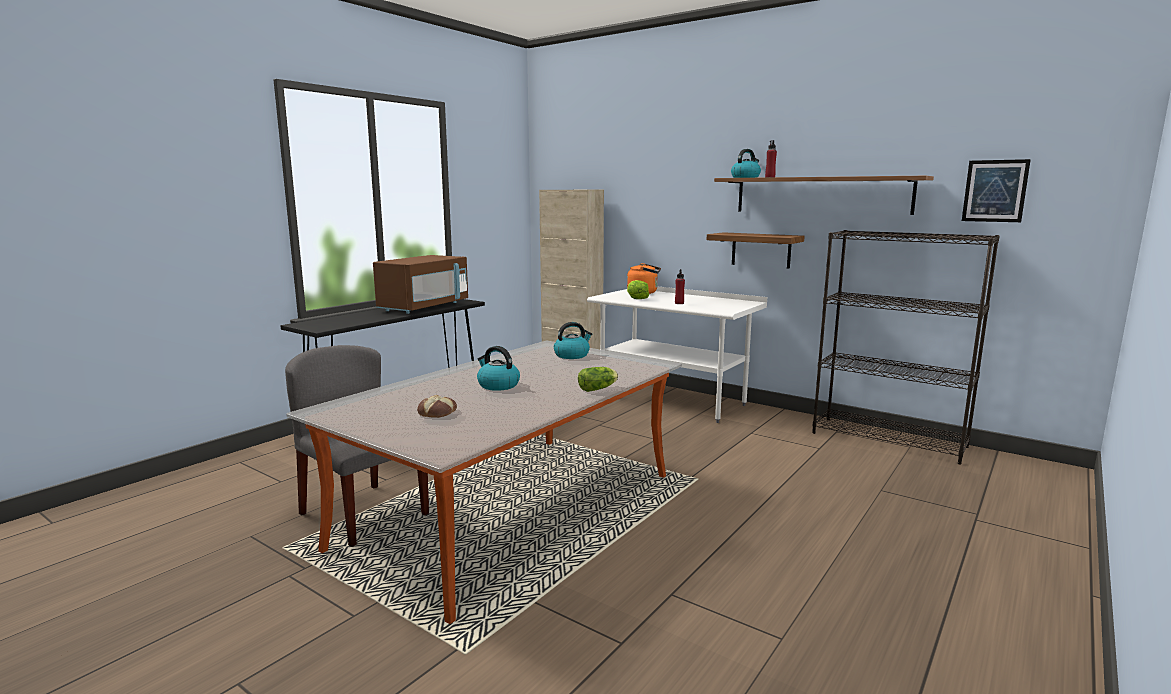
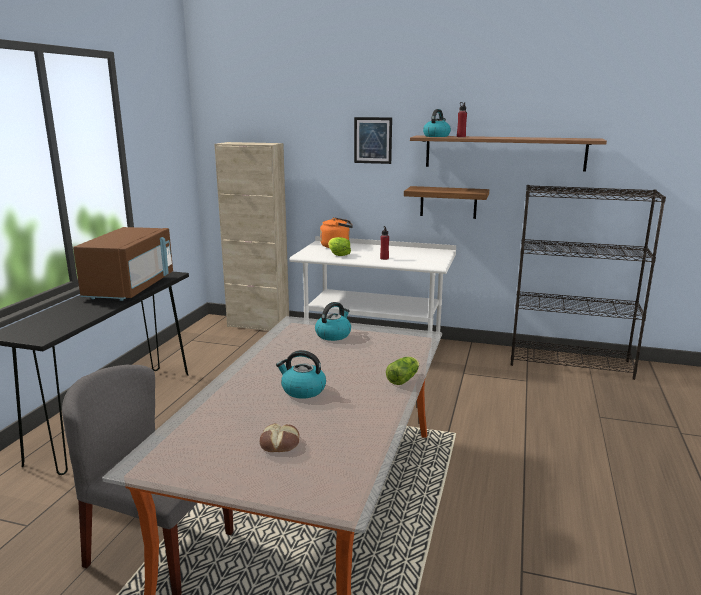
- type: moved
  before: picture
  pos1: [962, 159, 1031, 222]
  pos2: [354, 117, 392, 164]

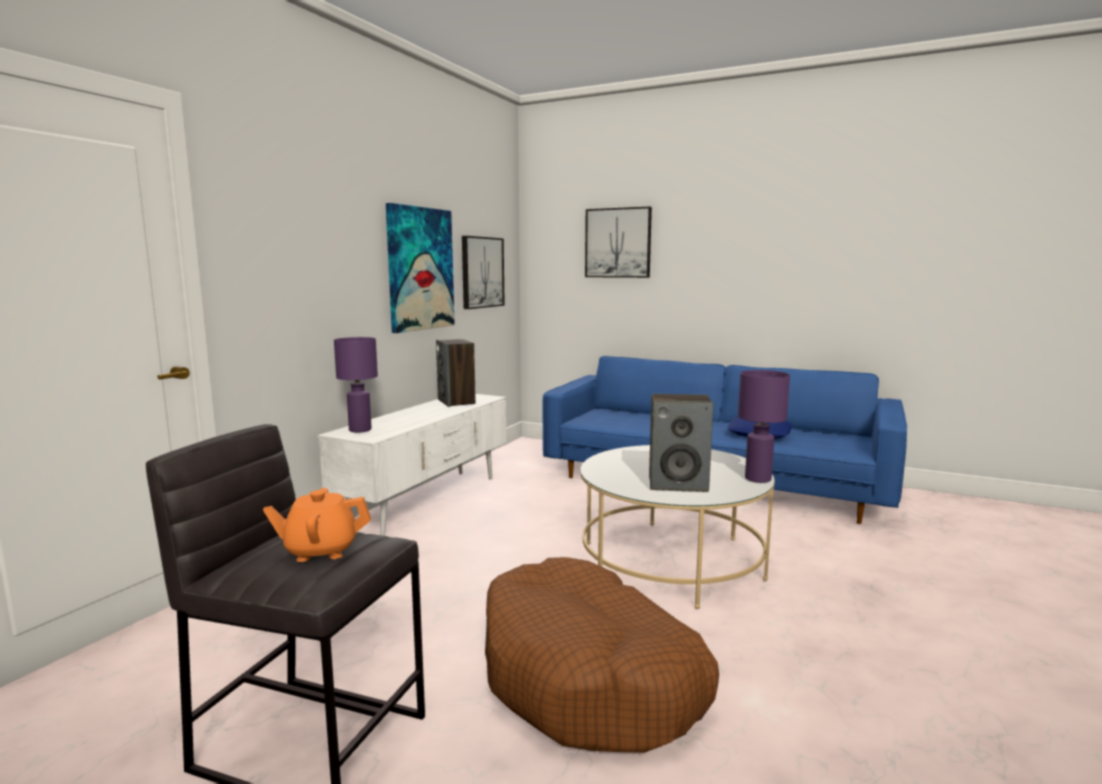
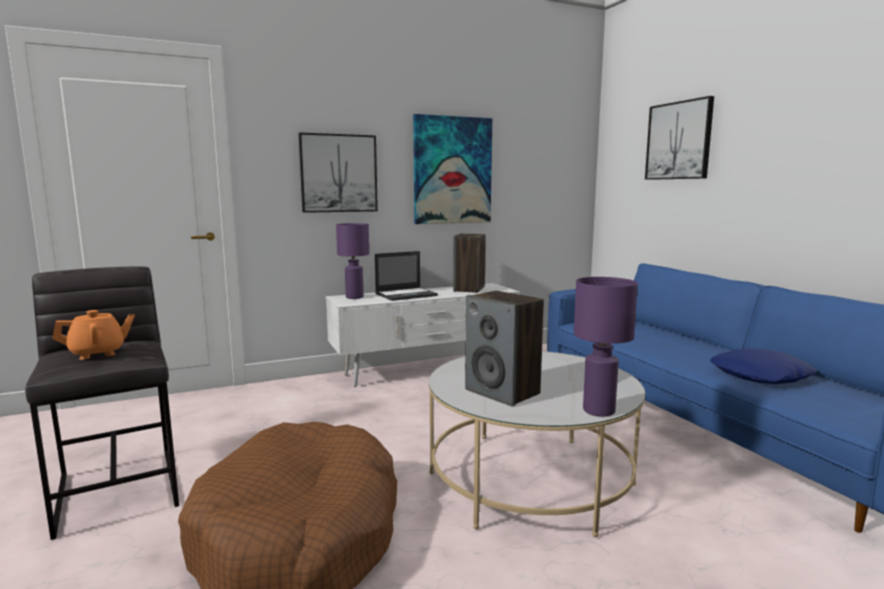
- type: added
  after: laptop
  pos2: [375, 251, 438, 301]
- type: moved
  before: picture
  pos1: [462, 236, 505, 309]
  pos2: [299, 132, 378, 213]
- type: turned
  before: orange teapot
  pos1: [263, 488, 371, 562]
  pos2: [52, 310, 135, 360]
  turn: 120

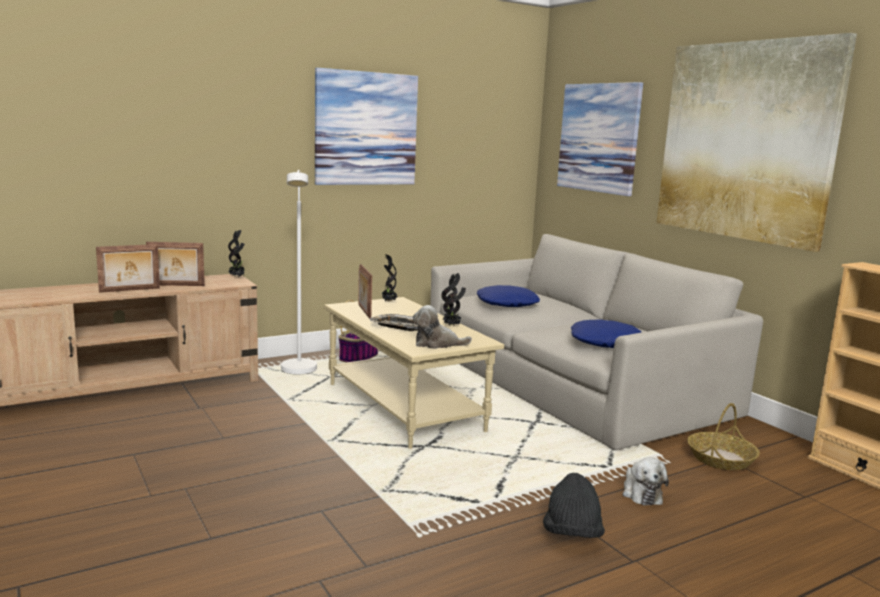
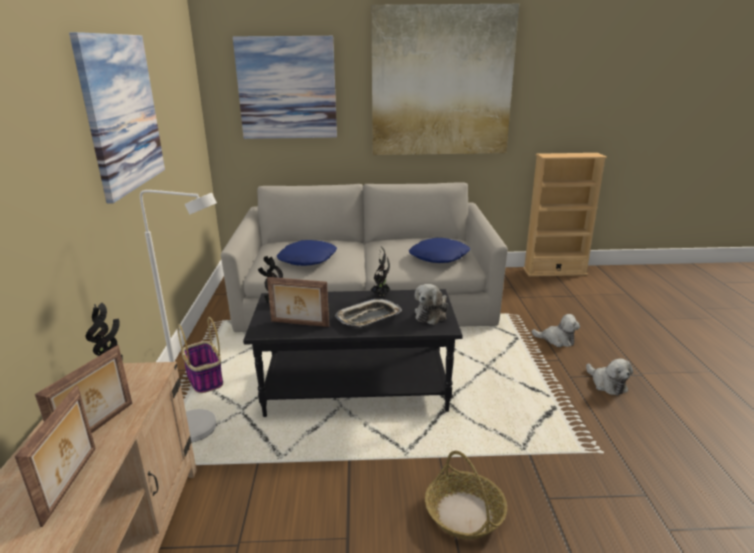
- type: moved
  before: basket
  pos1: [687, 403, 760, 470]
  pos2: [425, 451, 507, 540]
- type: replaced
  before: black hat
  after: plush toy
  pos1: [543, 473, 605, 538]
  pos2: [586, 359, 633, 396]
- type: recoloured
  before: beige coffee table
  after: black coffee table
  pos1: [324, 297, 504, 449]
  pos2: [243, 289, 463, 417]

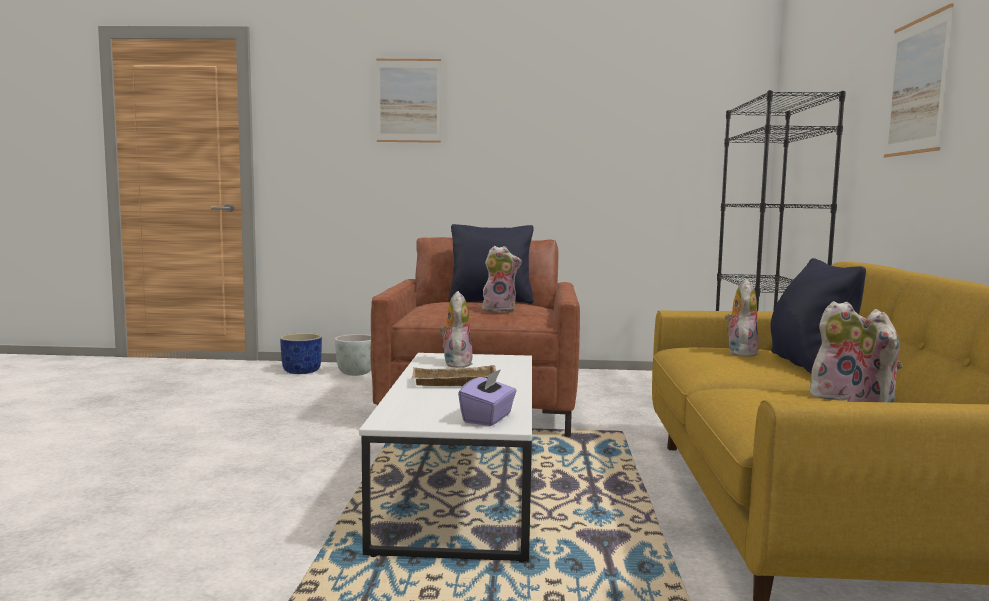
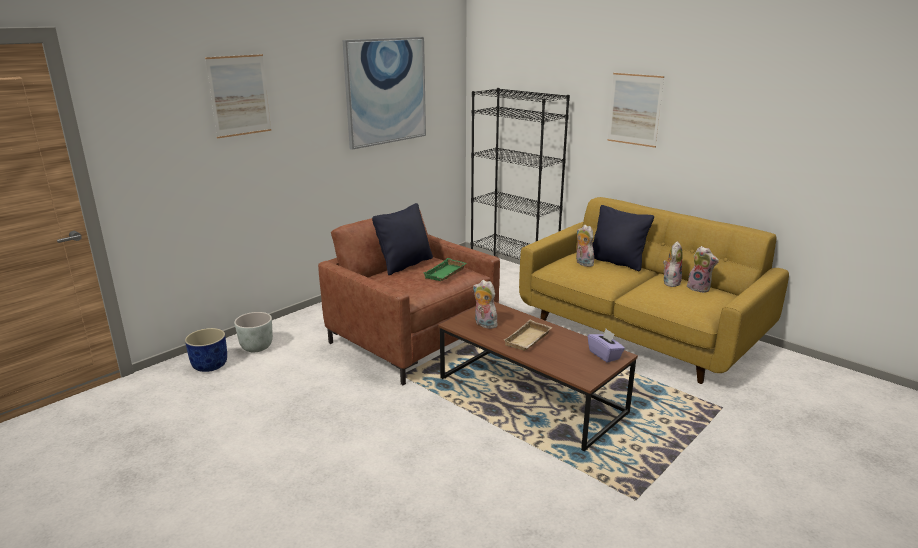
- type: added
  after: picture
  pos2: [343, 37, 426, 150]
- type: replaced
  before: plush toy
  after: green tray
  pos1: [482, 246, 522, 312]
  pos2: [424, 258, 467, 281]
- type: recoloured
  before: white coffee table
  after: brown coffee table
  pos1: [359, 353, 532, 563]
  pos2: [438, 302, 638, 451]

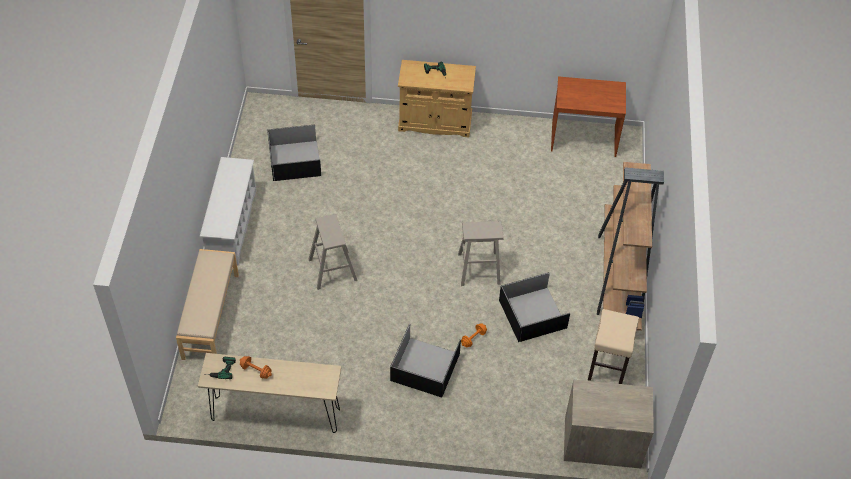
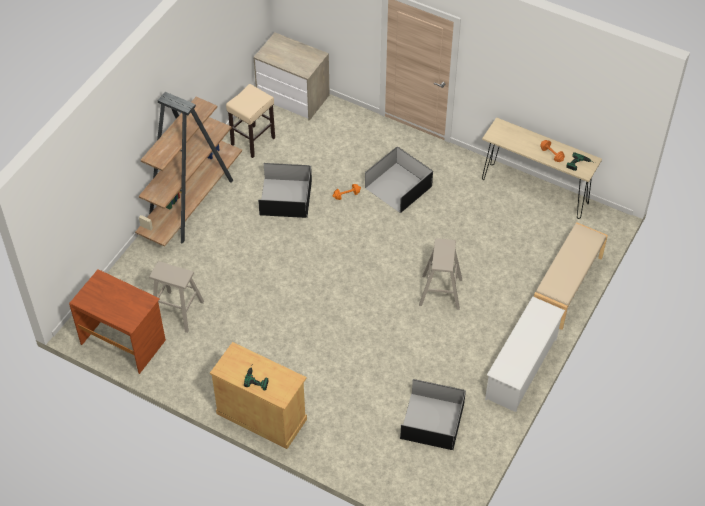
- type: moved
  before: beige stool
  pos1: [458, 221, 504, 286]
  pos2: [149, 261, 204, 333]

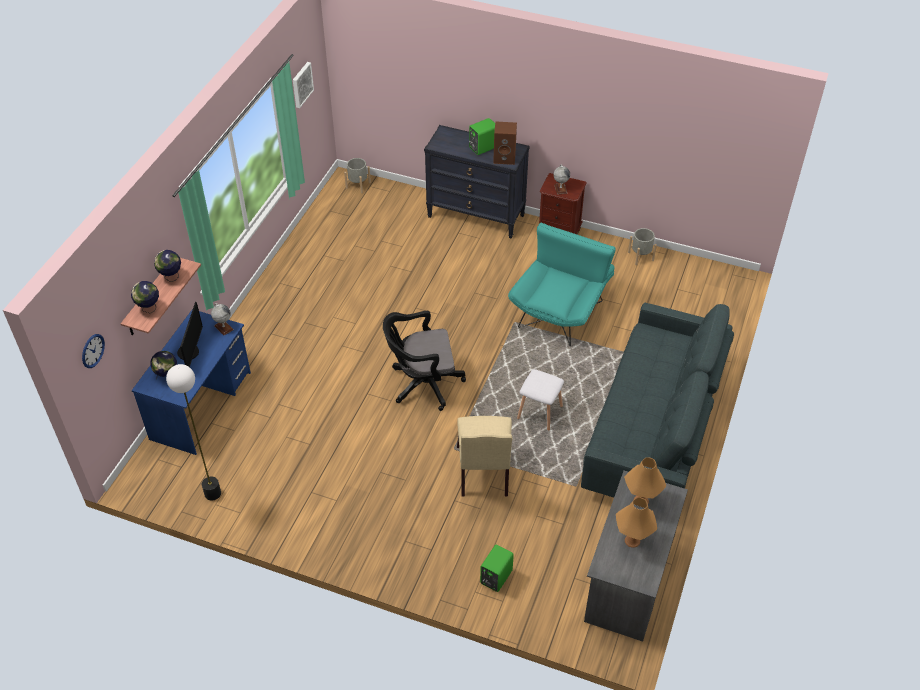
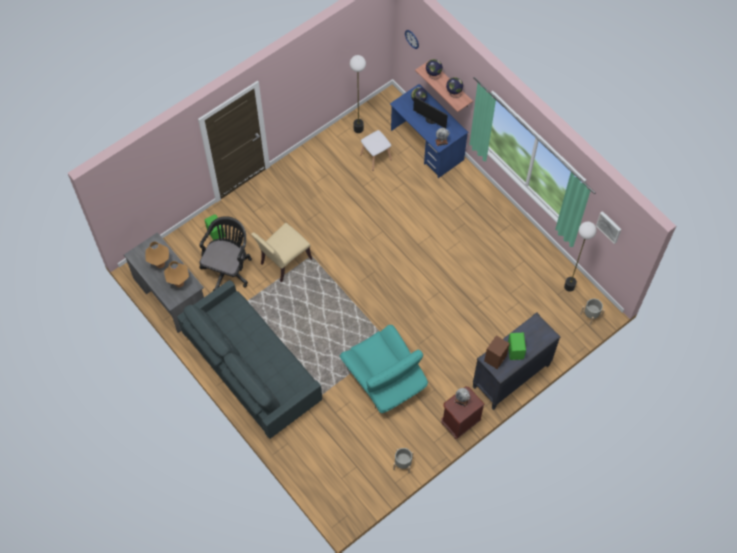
- type: added
  after: floor lamp
  pos2: [564, 221, 597, 292]
- type: moved
  before: black office chair
  pos1: [383, 311, 466, 411]
  pos2: [199, 216, 252, 291]
- type: moved
  before: white stool
  pos1: [517, 369, 564, 431]
  pos2: [360, 130, 392, 171]
- type: turned
  before: beige chair
  pos1: [457, 416, 512, 496]
  pos2: [251, 223, 312, 282]
  turn: -75

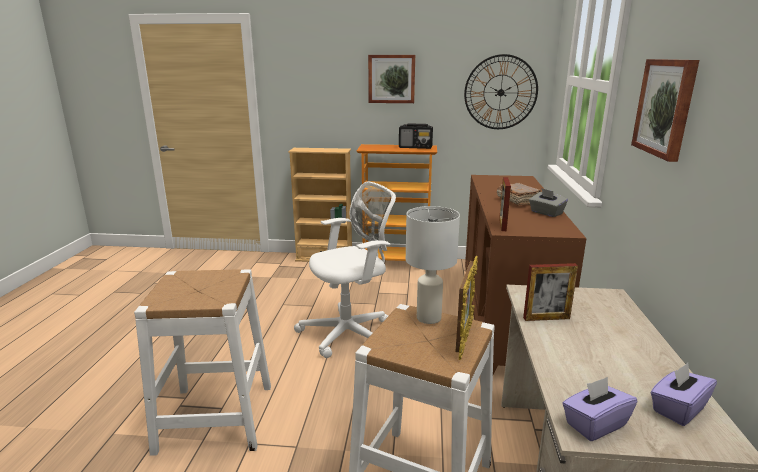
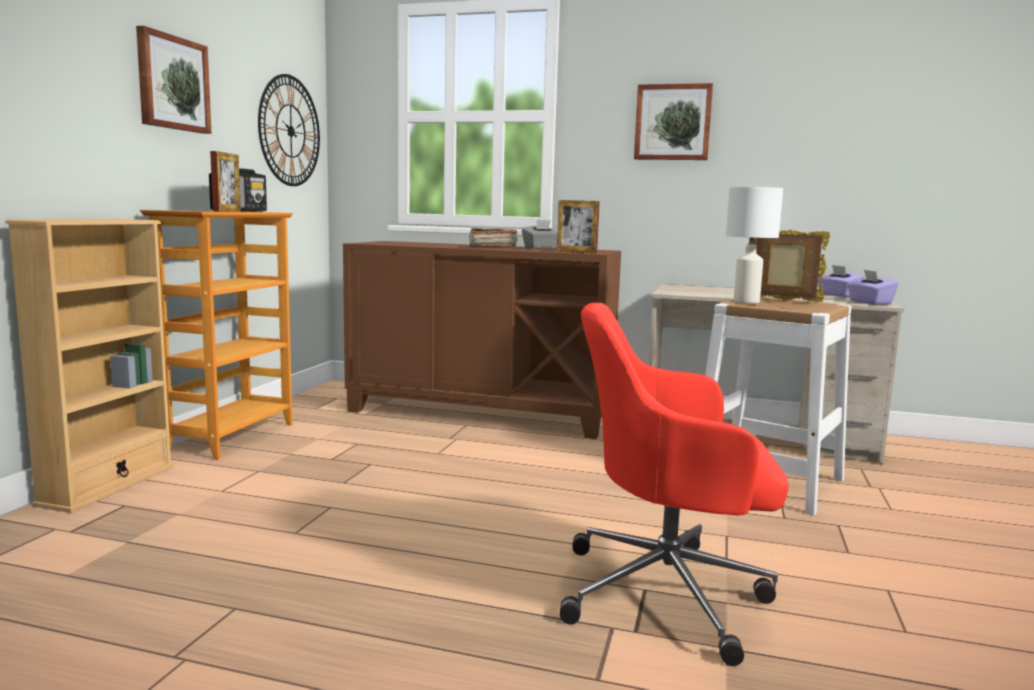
- type: removed
  before: white office chair
  pos1: [294, 182, 396, 358]
- type: moved
  before: picture frame
  pos1: [523, 263, 578, 321]
  pos2: [210, 151, 241, 212]
- type: replaced
  before: white stool
  after: red office chair
  pos1: [134, 269, 271, 456]
  pos2: [560, 303, 789, 666]

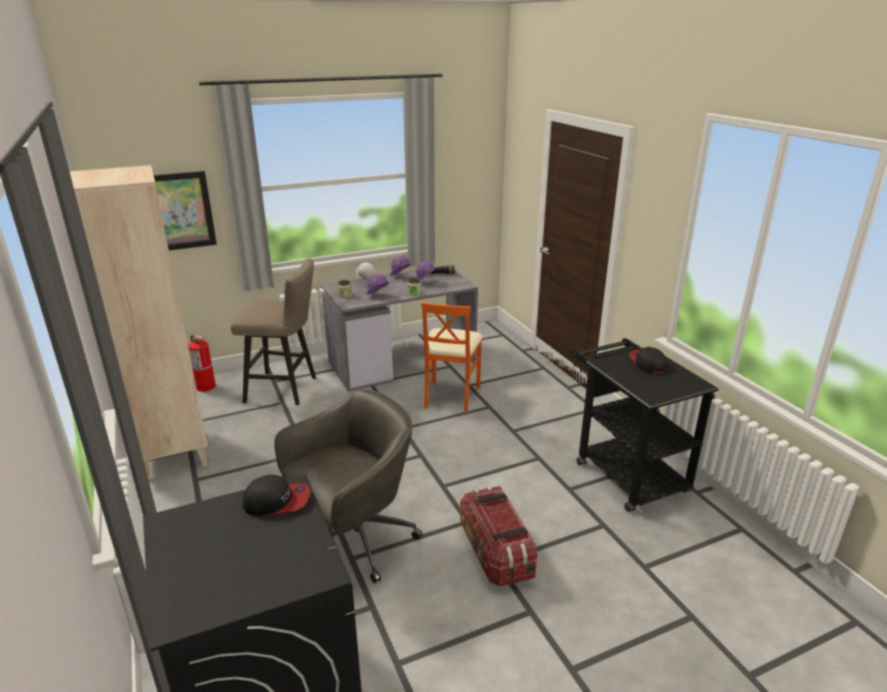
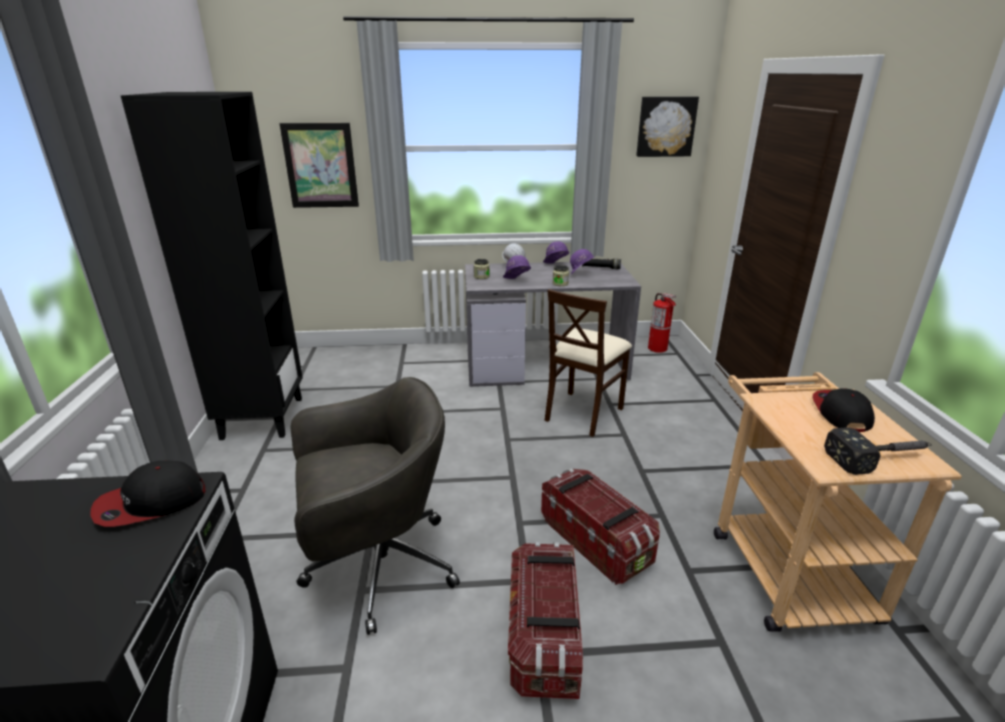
- type: removed
  before: beige stool
  pos1: [231, 258, 316, 405]
- type: added
  after: storage box
  pos2: [541, 468, 660, 585]
- type: added
  after: picture
  pos2: [636, 96, 699, 157]
- type: added
  after: hammer
  pos2: [824, 427, 932, 475]
- type: moved
  before: fire extinguisher
  pos1: [188, 335, 216, 392]
  pos2: [648, 293, 676, 353]
- type: recoloured
  before: beige bookcase
  after: black bookcase
  pos1: [70, 165, 208, 480]
  pos2: [121, 92, 303, 440]
- type: recoloured
  before: orange chair
  after: beige chair
  pos1: [421, 302, 483, 413]
  pos2: [545, 289, 632, 437]
- type: recoloured
  before: black cart
  after: beige cart
  pos1: [572, 338, 718, 512]
  pos2: [714, 372, 962, 632]
- type: turned
  before: cap
  pos1: [242, 475, 310, 516]
  pos2: [91, 461, 205, 527]
  turn: 135

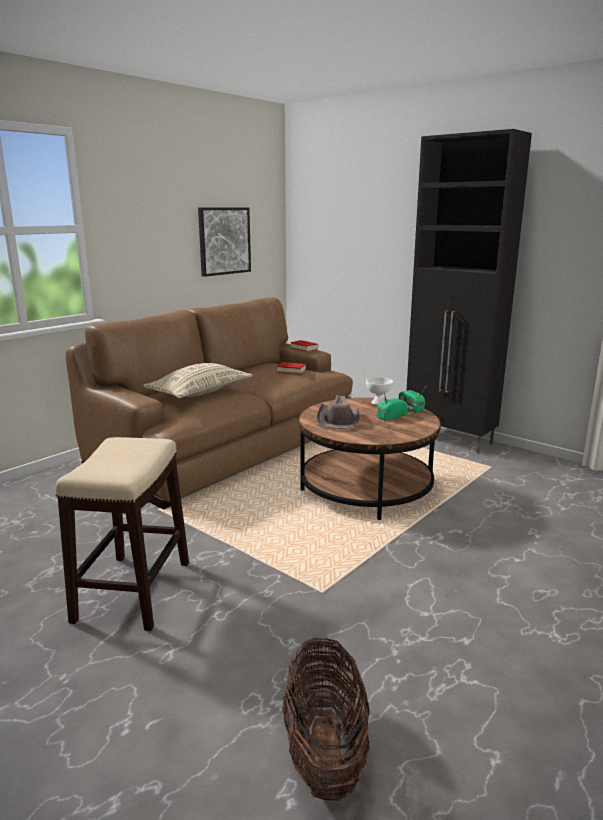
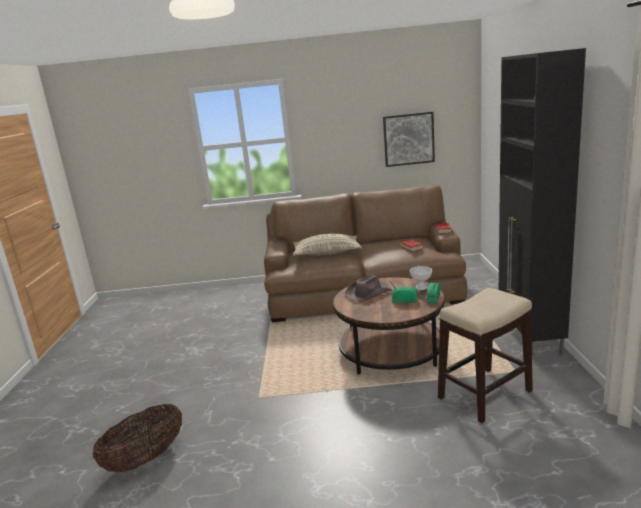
- type: moved
  before: stool
  pos1: [56, 437, 189, 631]
  pos2: [438, 288, 533, 423]

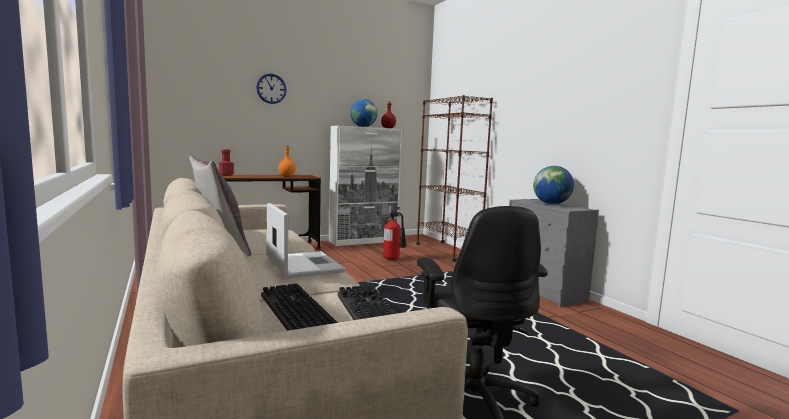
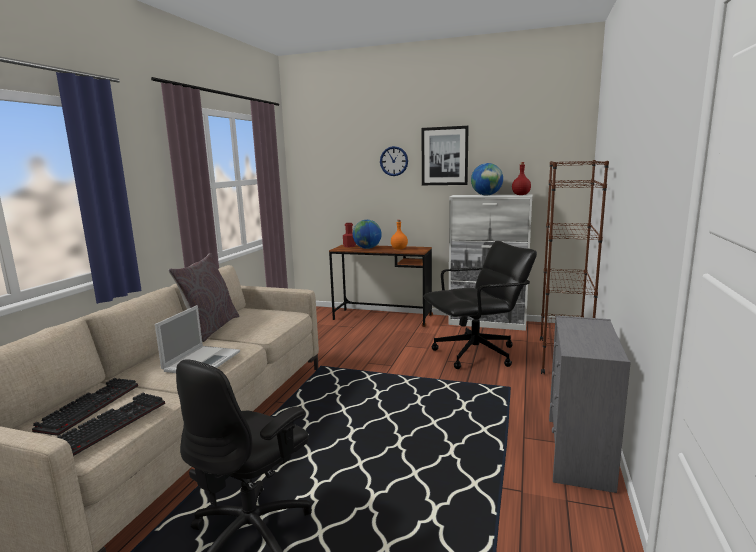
- type: added
  after: picture
  pos2: [421, 126, 469, 185]
- type: moved
  before: globe
  pos1: [533, 166, 574, 205]
  pos2: [353, 220, 382, 249]
- type: replaced
  before: fire extinguisher
  after: black office chair
  pos1: [383, 207, 407, 260]
  pos2: [423, 241, 537, 369]

